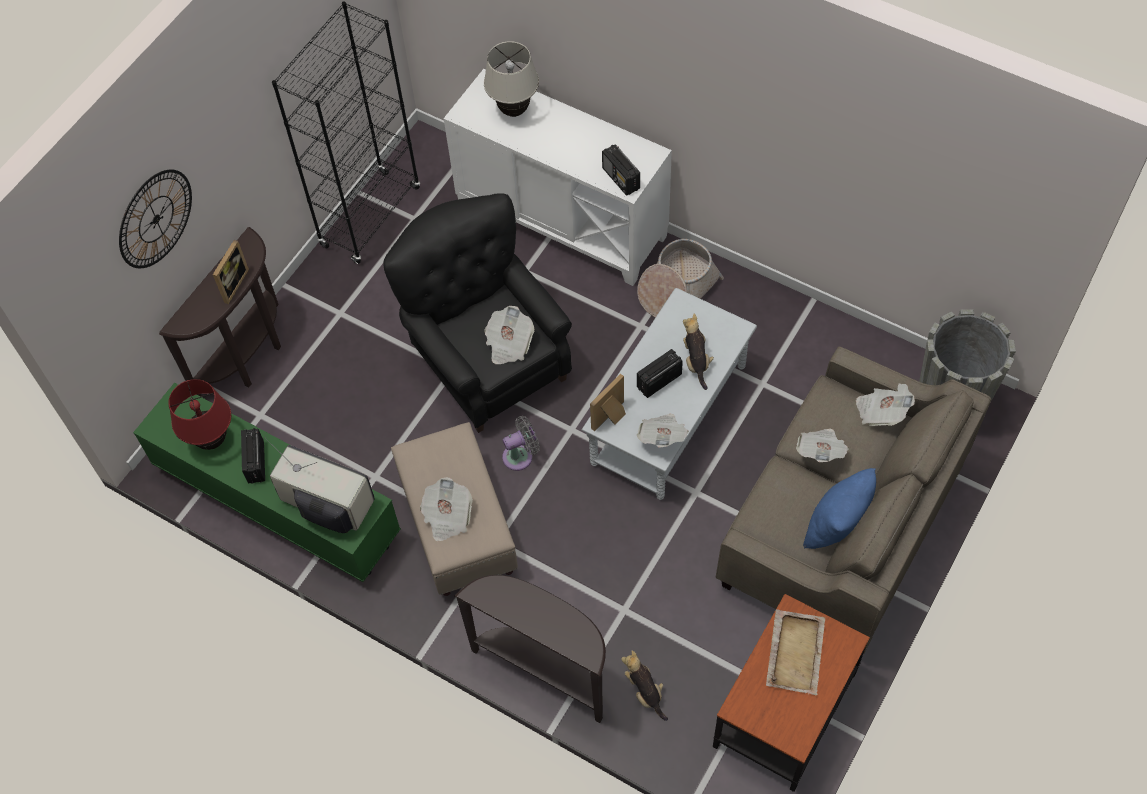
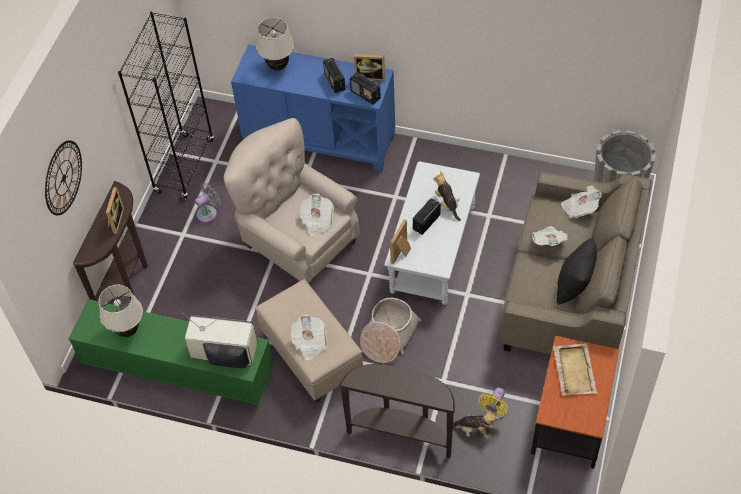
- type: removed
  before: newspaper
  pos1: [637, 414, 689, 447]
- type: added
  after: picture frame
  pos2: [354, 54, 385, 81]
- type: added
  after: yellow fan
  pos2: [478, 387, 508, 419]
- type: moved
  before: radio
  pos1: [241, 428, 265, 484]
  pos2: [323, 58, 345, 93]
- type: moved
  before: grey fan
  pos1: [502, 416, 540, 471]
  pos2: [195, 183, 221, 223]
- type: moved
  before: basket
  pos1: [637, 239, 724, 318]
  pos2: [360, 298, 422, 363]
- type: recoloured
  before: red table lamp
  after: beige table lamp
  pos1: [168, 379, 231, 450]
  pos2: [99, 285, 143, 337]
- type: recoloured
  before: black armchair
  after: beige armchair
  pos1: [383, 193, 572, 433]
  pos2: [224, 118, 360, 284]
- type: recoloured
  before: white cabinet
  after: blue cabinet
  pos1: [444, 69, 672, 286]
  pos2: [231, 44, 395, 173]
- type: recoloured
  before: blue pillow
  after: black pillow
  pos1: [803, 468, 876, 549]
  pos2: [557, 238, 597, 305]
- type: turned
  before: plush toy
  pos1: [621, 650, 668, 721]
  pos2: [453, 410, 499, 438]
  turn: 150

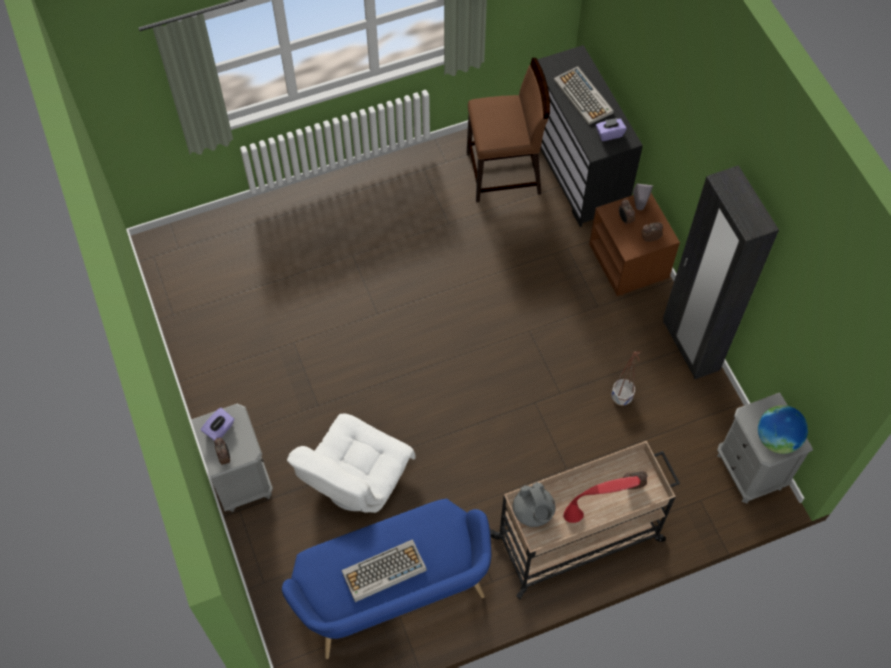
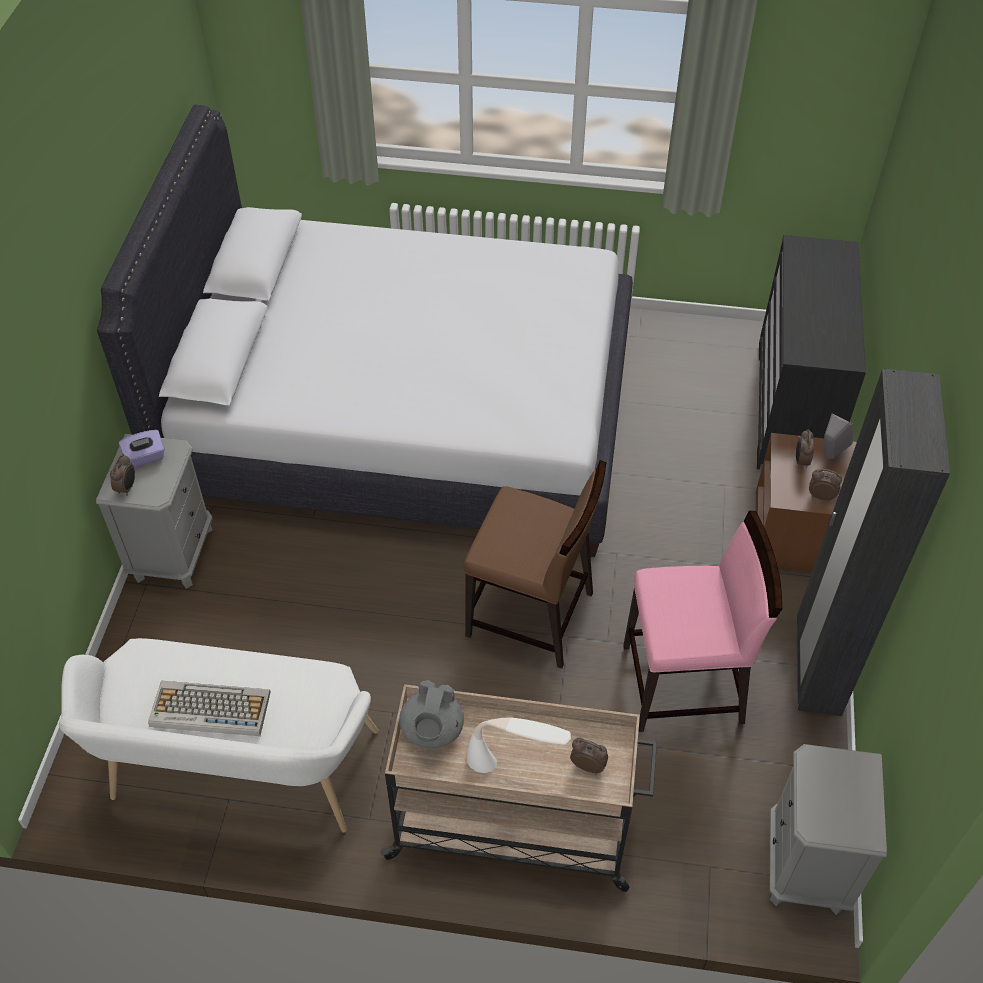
- type: removed
  before: white armchair
  pos1: [287, 414, 416, 513]
- type: removed
  before: keyboard
  pos1: [554, 66, 614, 125]
- type: removed
  before: purple tissue box
  pos1: [596, 118, 627, 141]
- type: removed
  before: globe
  pos1: [758, 405, 808, 454]
- type: added
  after: white bed
  pos2: [97, 105, 633, 557]
- type: moved
  before: brown chair
  pos1: [467, 58, 550, 203]
  pos2: [464, 460, 606, 669]
- type: replaced
  before: planter
  after: pink chair
  pos1: [611, 351, 641, 406]
  pos2: [623, 511, 782, 732]
- type: recoloured
  before: blue bench
  after: white bench
  pos1: [282, 499, 491, 659]
  pos2: [59, 638, 378, 833]
- type: recoloured
  before: red table lamp
  after: white table lamp
  pos1: [563, 476, 641, 523]
  pos2: [467, 717, 571, 773]

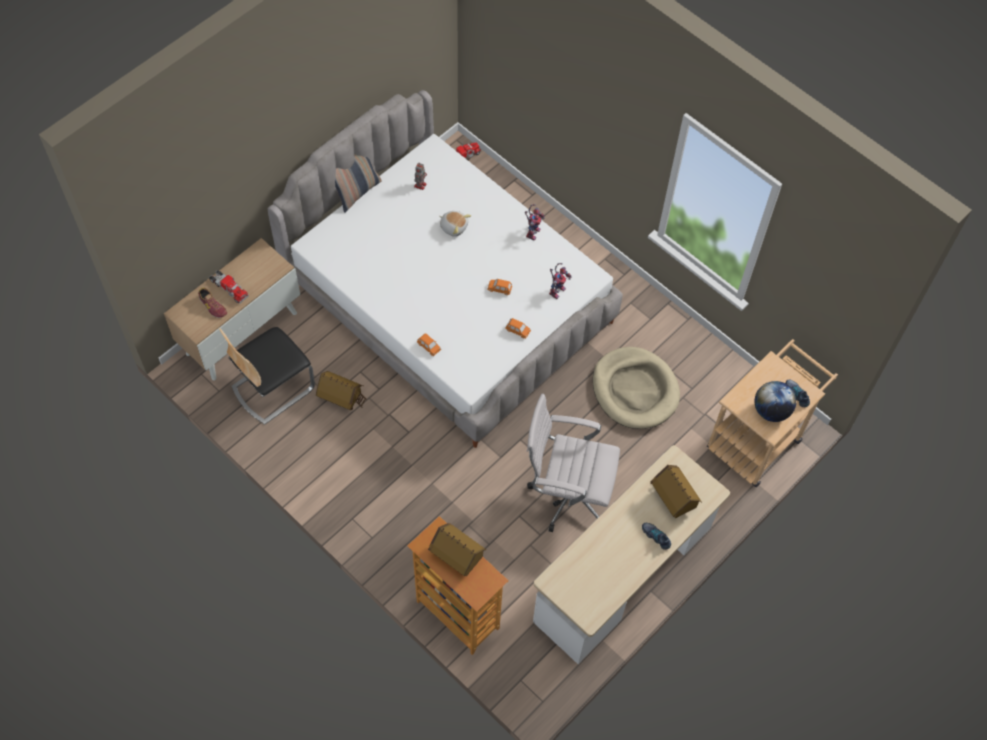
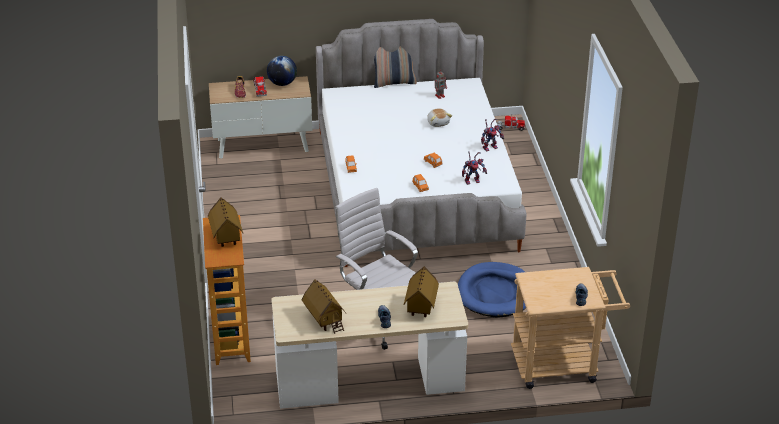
- type: removed
  before: chair
  pos1: [219, 327, 315, 425]
- type: moved
  before: toy house
  pos1: [316, 371, 367, 410]
  pos2: [302, 279, 346, 334]
- type: moved
  before: globe
  pos1: [755, 381, 796, 422]
  pos2: [267, 56, 297, 86]
- type: recoloured
  before: beige dog bed
  after: blue dog bed
  pos1: [593, 347, 680, 429]
  pos2: [458, 262, 526, 318]

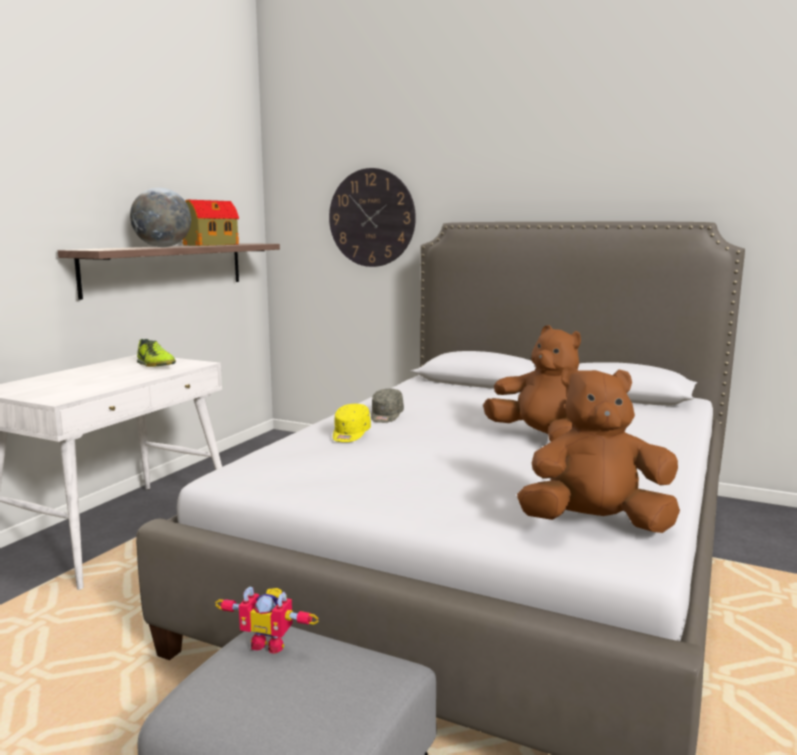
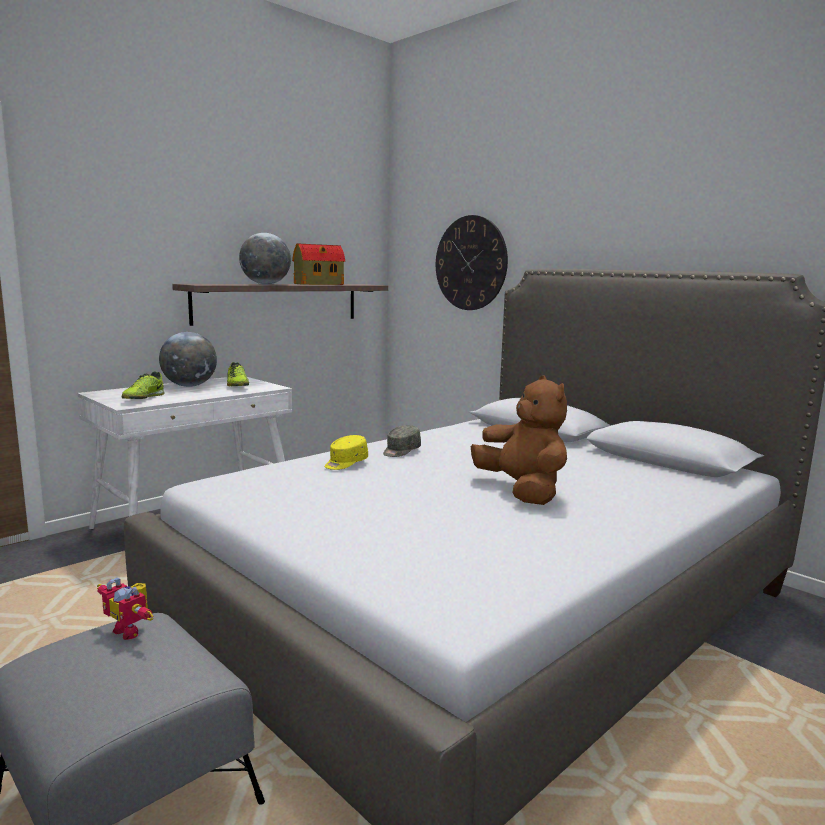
- type: removed
  before: brown plush toy
  pos1: [517, 366, 680, 533]
- type: added
  after: shoe
  pos2: [122, 371, 164, 399]
- type: added
  after: globe
  pos2: [159, 332, 217, 387]

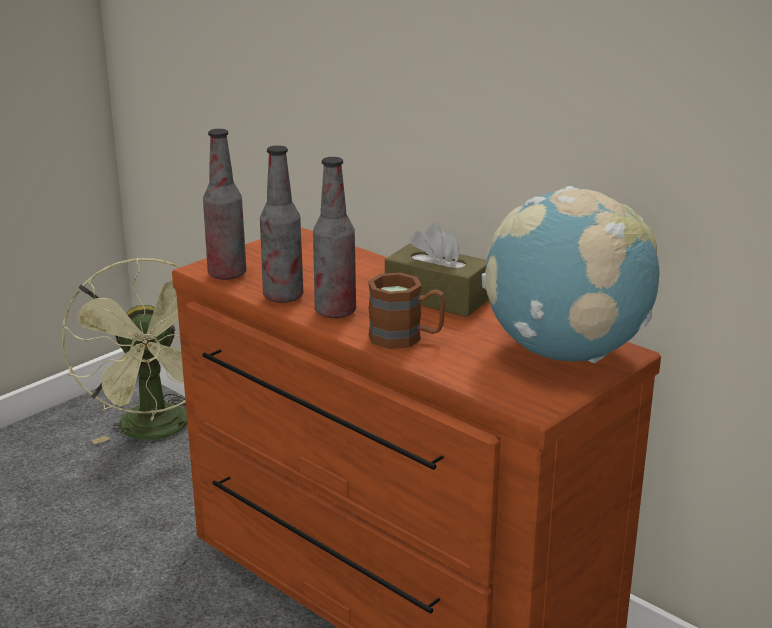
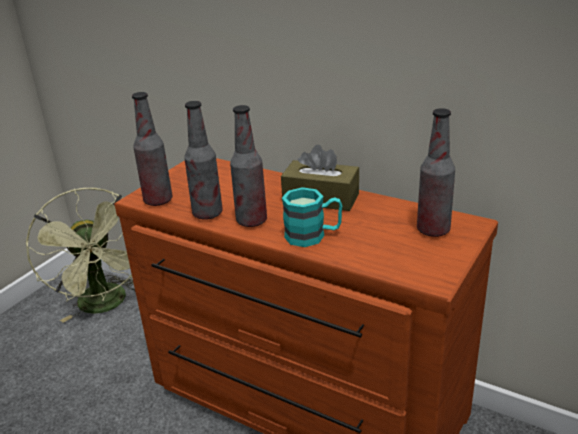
- type: replaced
  before: globe
  after: bottle
  pos1: [482, 186, 659, 363]
  pos2: [417, 108, 455, 237]
- type: recoloured
  before: brown mug
  after: turquoise mug
  pos1: [368, 273, 446, 349]
  pos2: [282, 187, 342, 247]

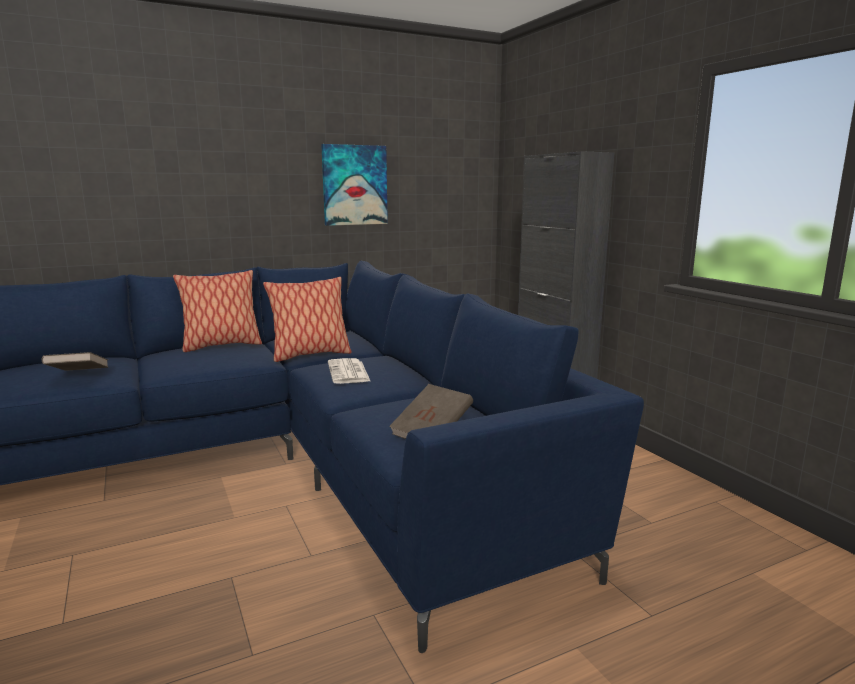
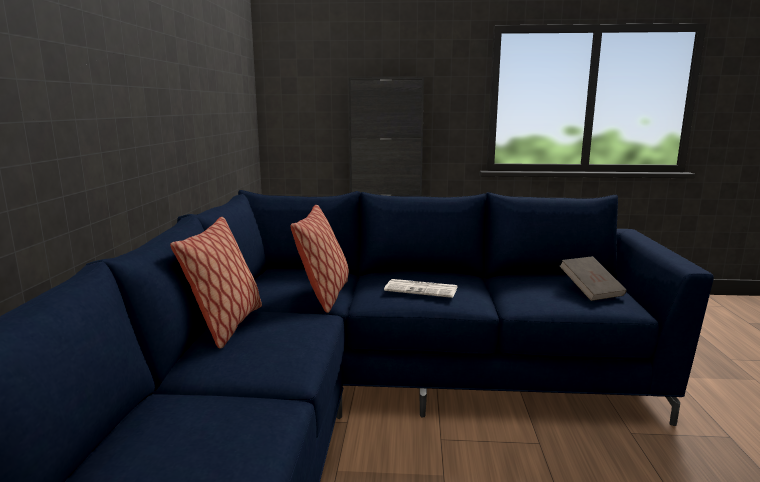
- type: removed
  before: brown book
  pos1: [42, 352, 108, 371]
- type: removed
  before: picture
  pos1: [321, 144, 388, 226]

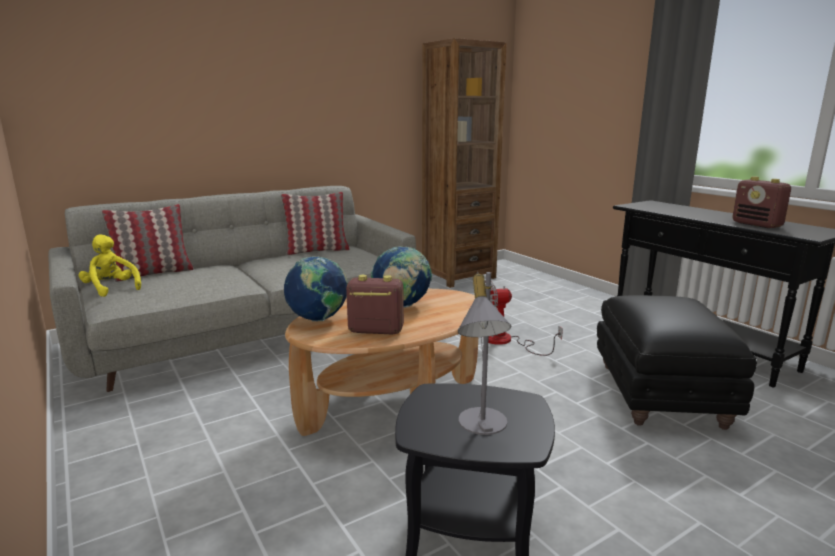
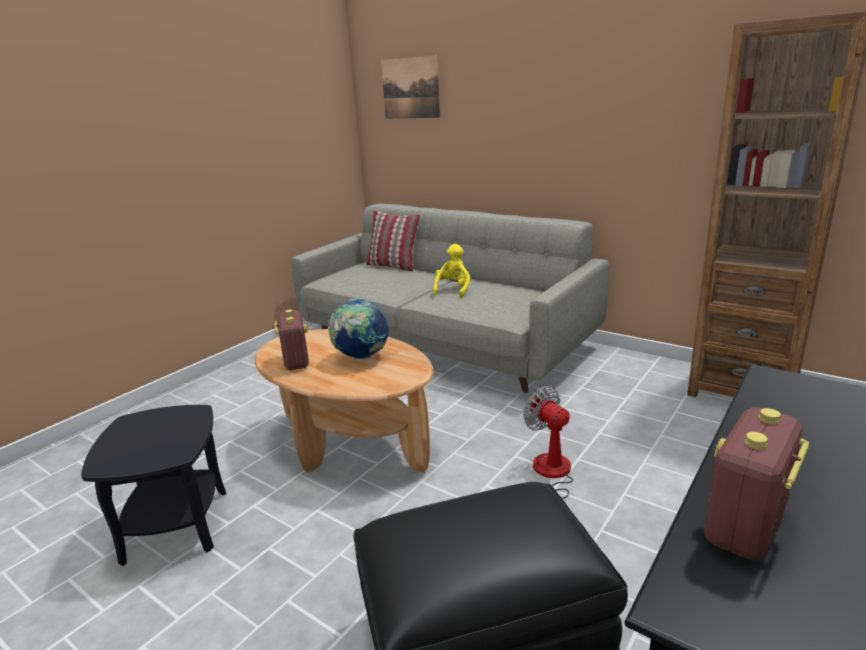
- type: removed
  before: pillow
  pos1: [281, 192, 349, 255]
- type: removed
  before: globe
  pos1: [284, 256, 348, 321]
- type: removed
  before: grey table lamp
  pos1: [458, 272, 511, 435]
- type: added
  after: picture
  pos2: [381, 55, 441, 119]
- type: moved
  before: yellow plush toy
  pos1: [79, 234, 141, 297]
  pos2: [433, 244, 471, 298]

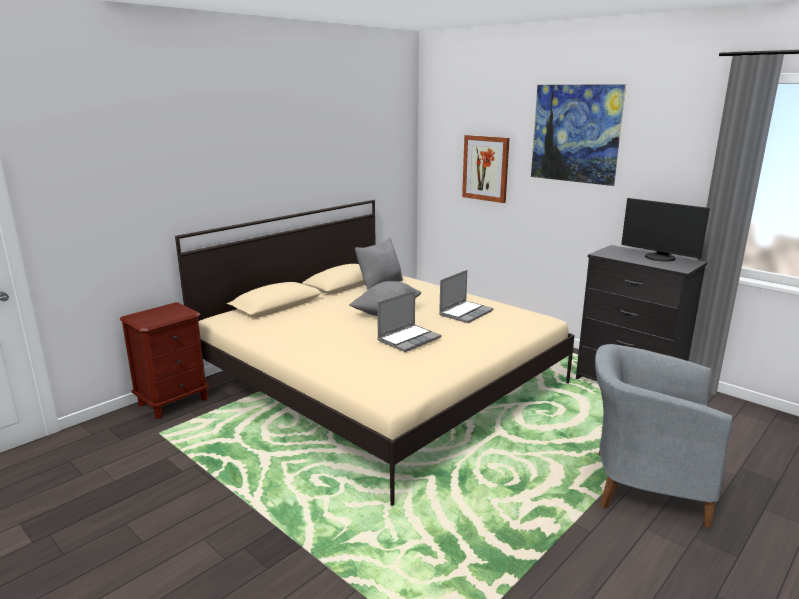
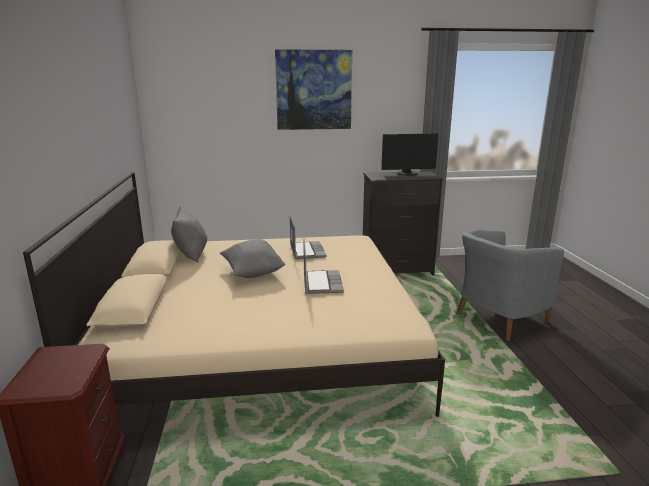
- type: removed
  before: picture
  pos1: [462, 135, 510, 203]

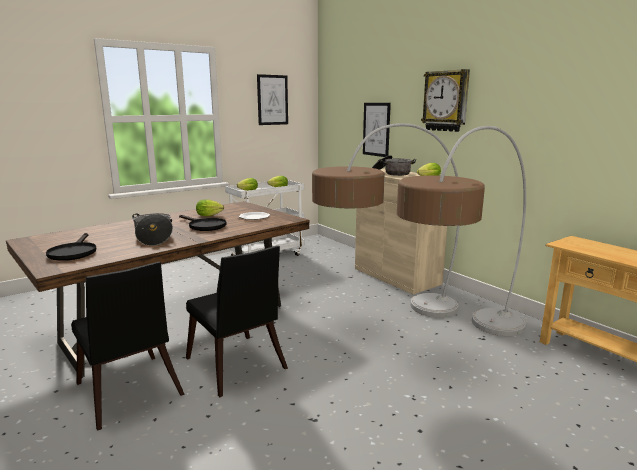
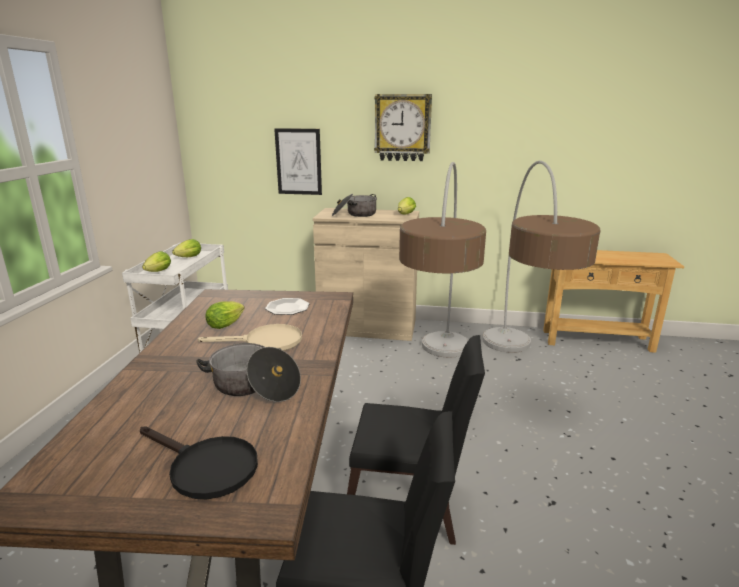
- type: removed
  before: picture
  pos1: [257, 74, 288, 125]
- type: recoloured
  before: black frying pan
  after: beige frying pan
  pos1: [179, 215, 226, 231]
  pos2: [198, 324, 302, 351]

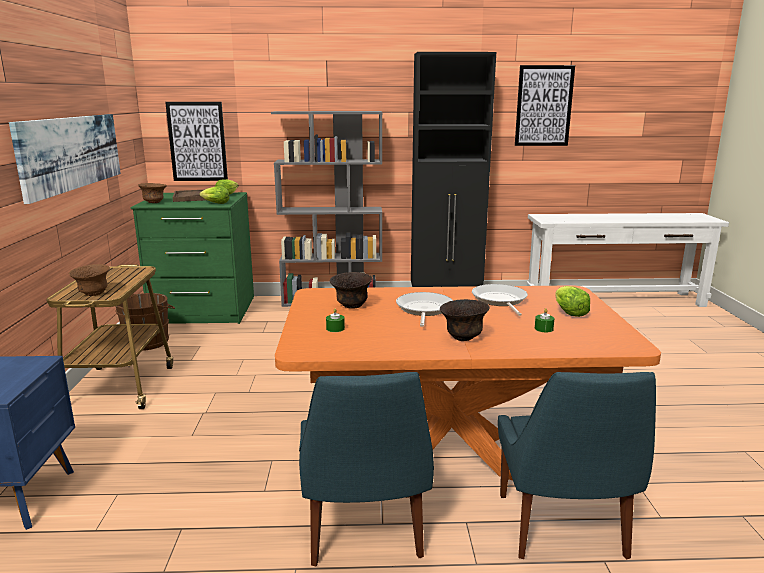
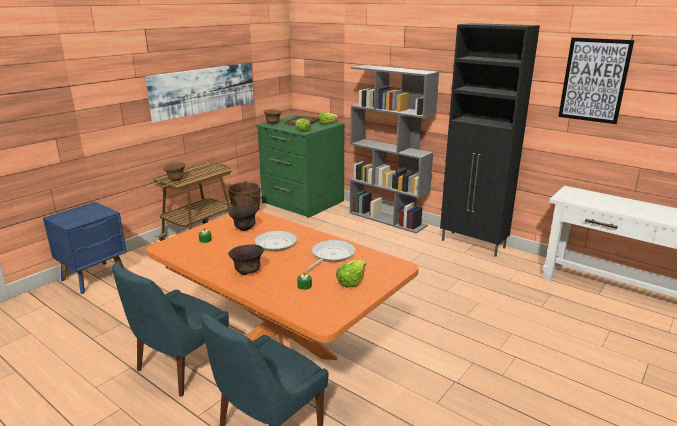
- type: removed
  before: picture
  pos1: [165, 102, 228, 181]

